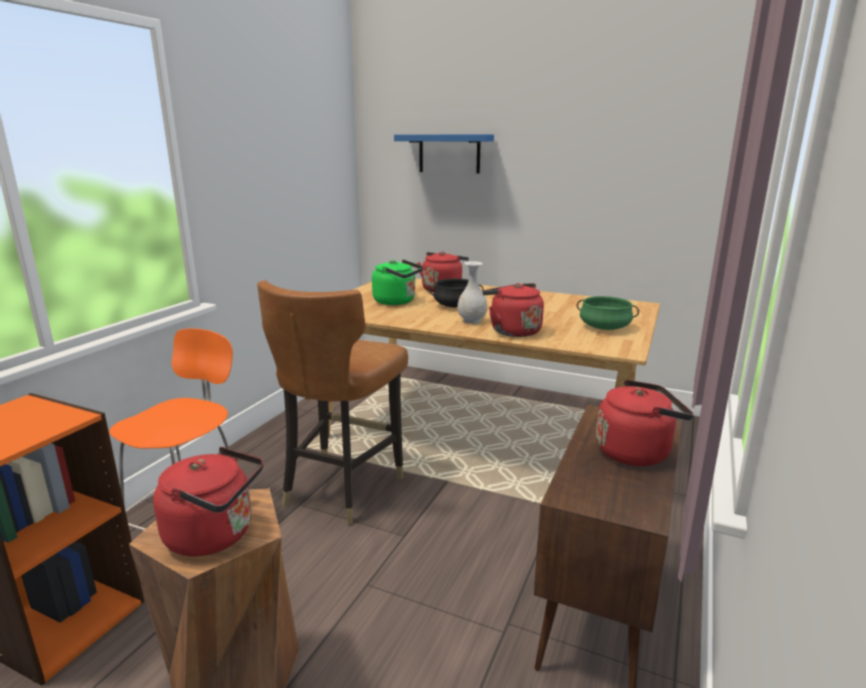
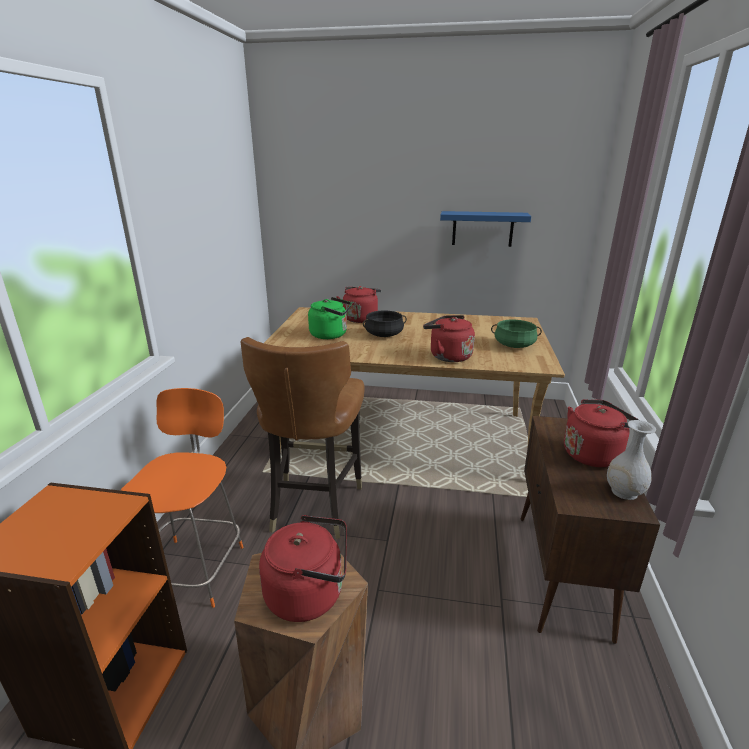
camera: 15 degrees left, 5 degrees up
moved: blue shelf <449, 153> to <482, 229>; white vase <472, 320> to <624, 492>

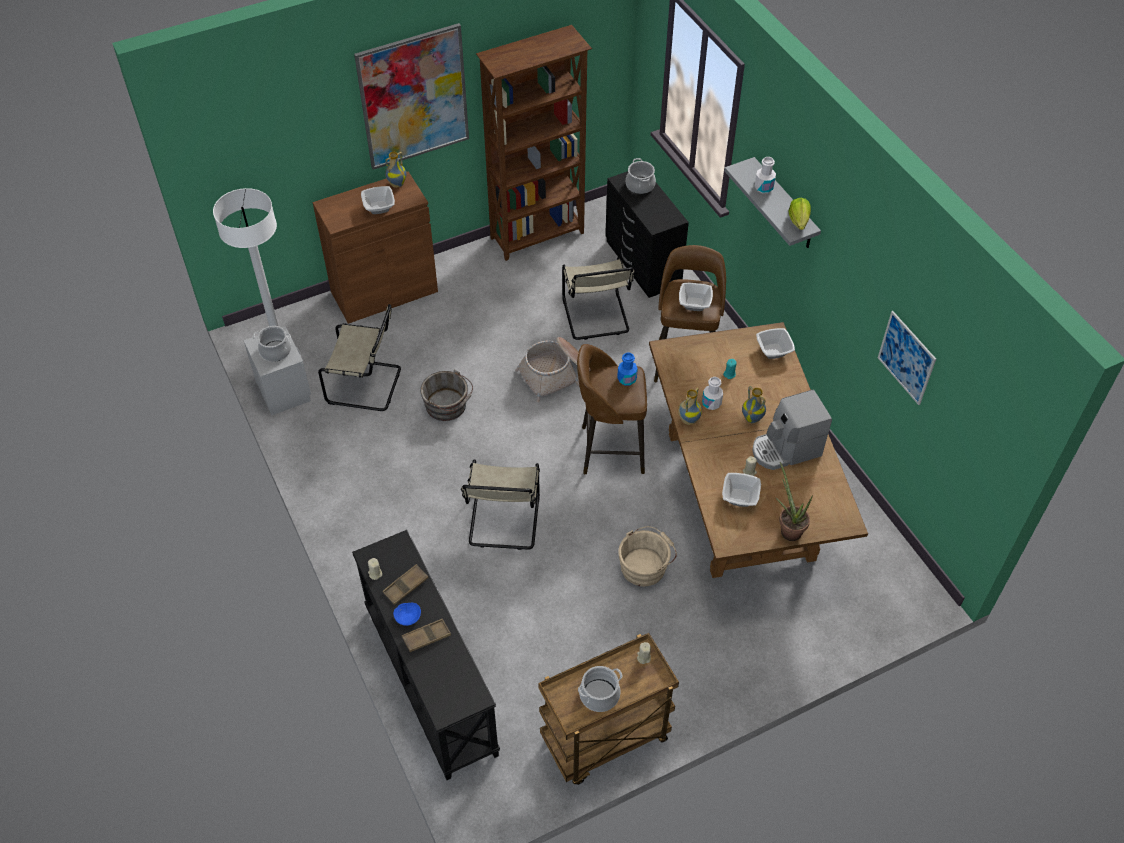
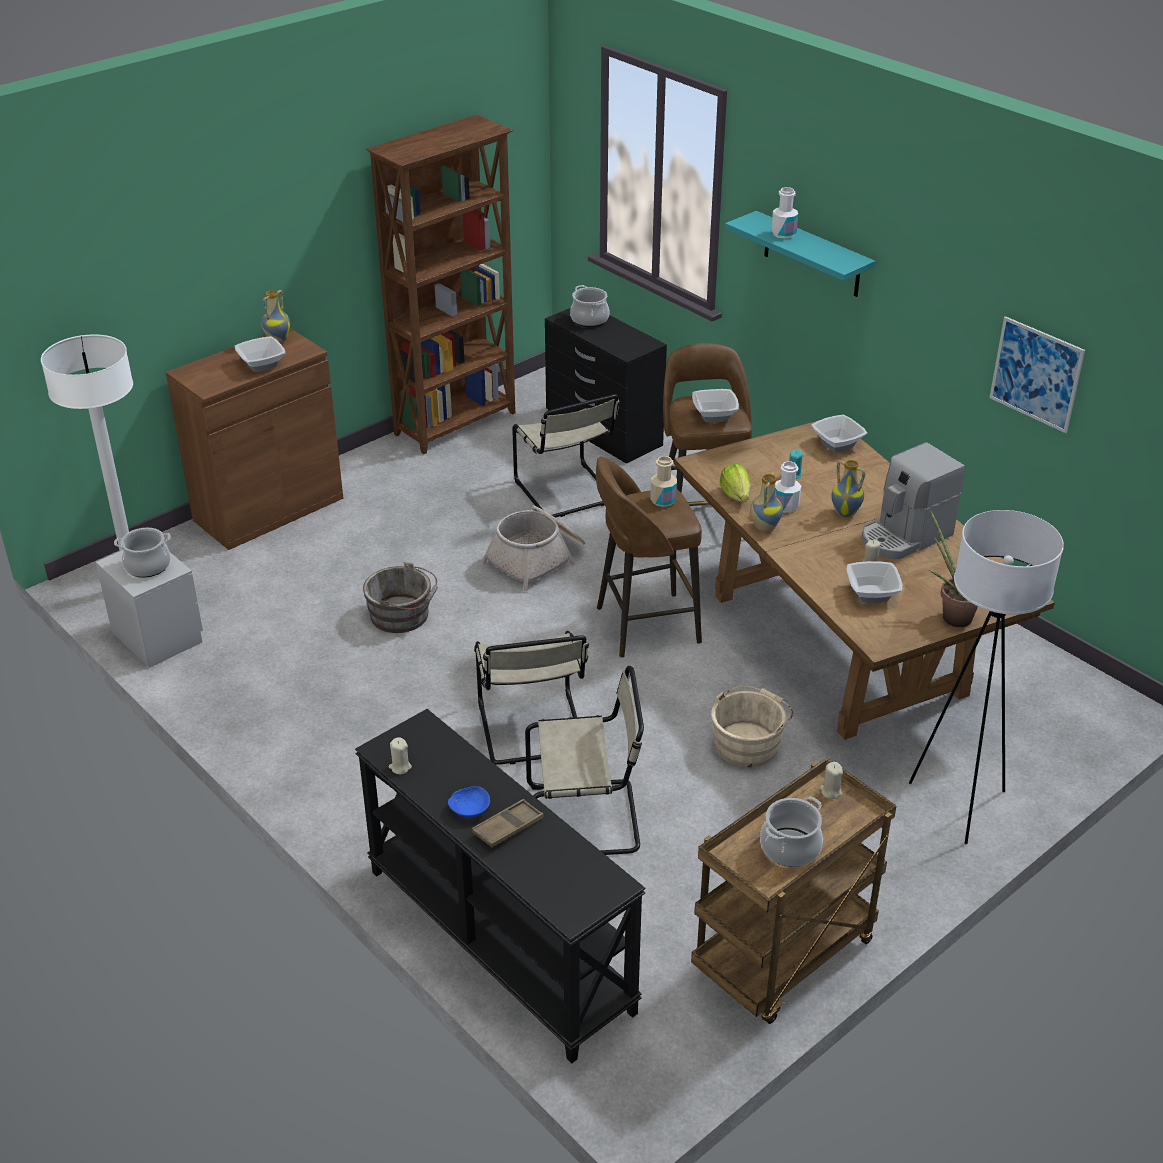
camera: 15 degrees left, 15 degrees down
removed: picture <414, 97>; brown tray <406, 586>
added: white floor lamp <958, 804>
moved: beige chair <367, 385> to <588, 819>; lettuce <798, 221> to <736, 495>
recoloured: blue bottle <627, 379> to beige bottle <663, 500>; grey shelf <784, 205> to turquoise shelf <812, 255>

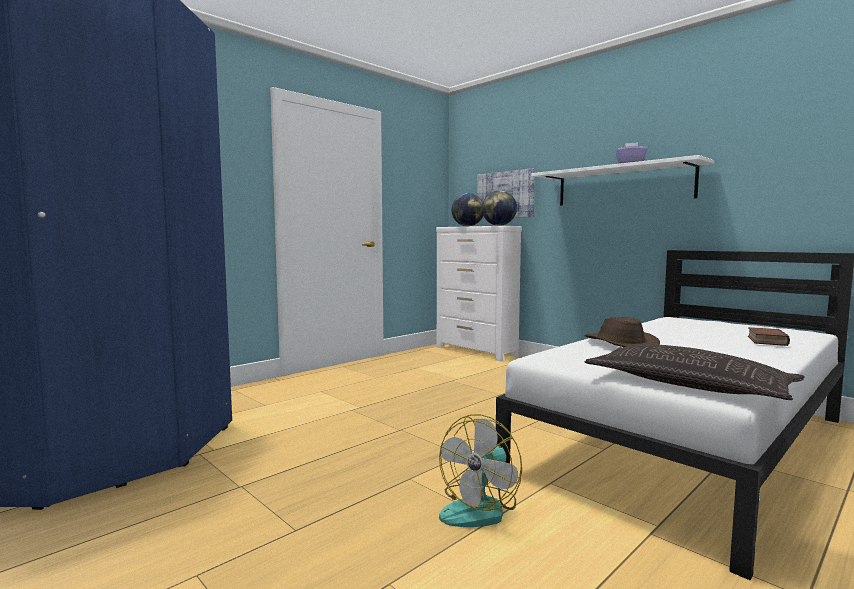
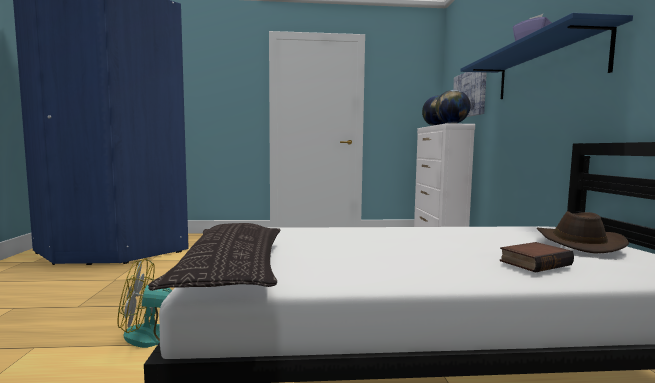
camera: 40 degrees right, 0 degrees up
moved: brown hat <619, 344> to <576, 243>
recoloured: white shelf <623, 185> to blue shelf <546, 69>

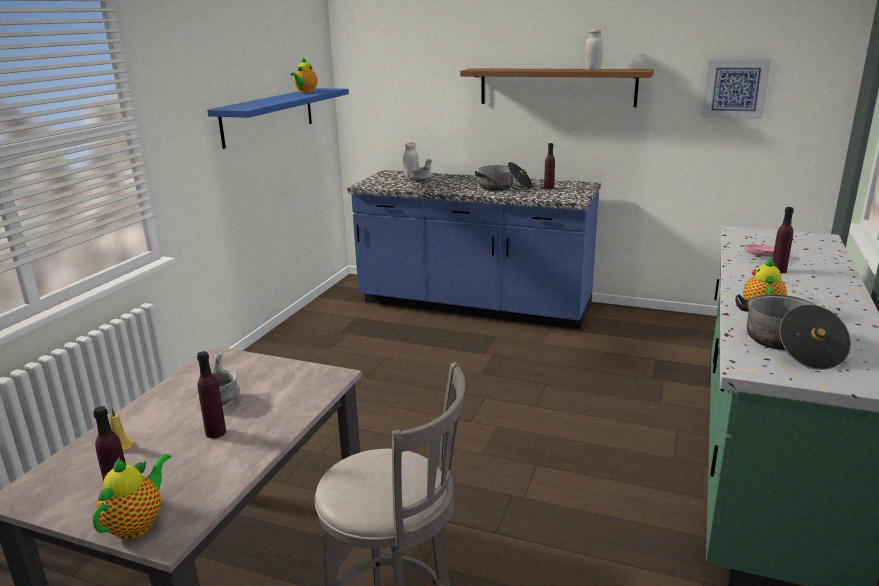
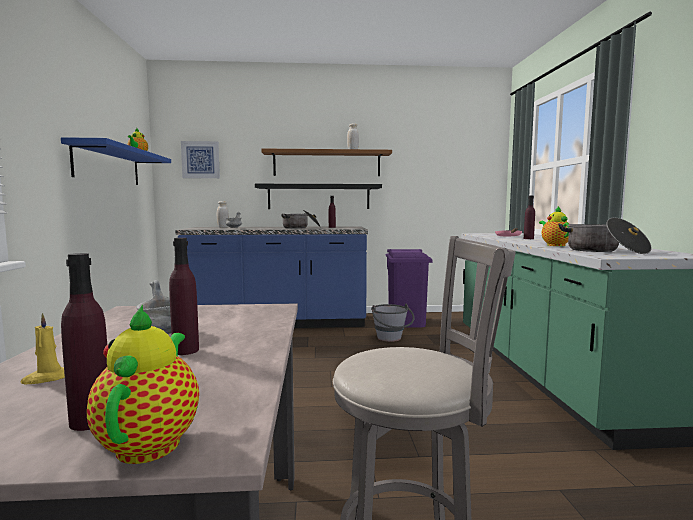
camera: 25 degrees left, 15 degrees down
added: black shelf <319, 197>; grey bucket <391, 339>; purple trash can <406, 322>
moved: picture <735, 88> to <200, 160>

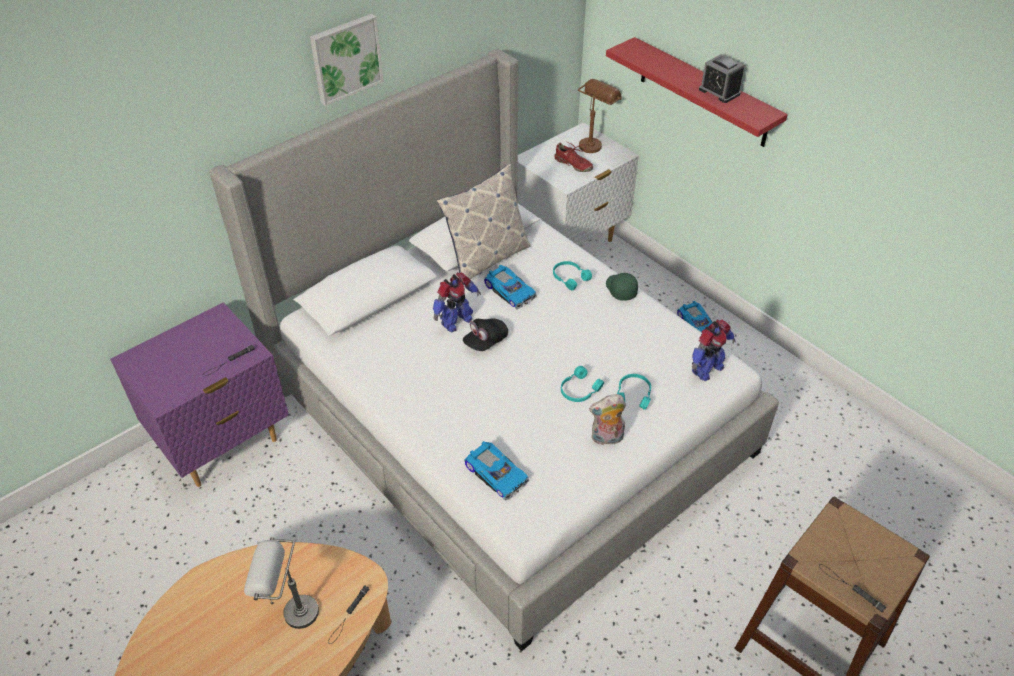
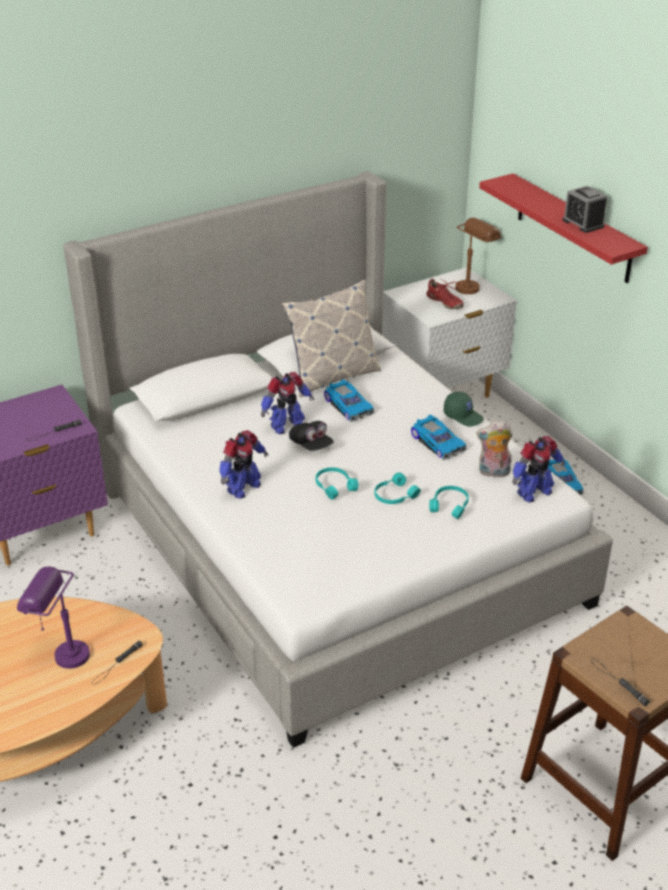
camera: 10 degrees right, 10 degrees down
removed: picture <345, 58>
added: toy robot <243, 488>
moved: toy car <497, 473> to <438, 442>; turquoise headphones <570, 278> to <334, 486>; plush toy <606, 439> to <493, 472>
recoloured: grey table lamp <289, 613> to purple table lamp <60, 654>
turned: black cap <485, 341> = <311, 445> 90 degrees counterclockwise; green cap <620, 289> = <463, 416> 135 degrees clockwise

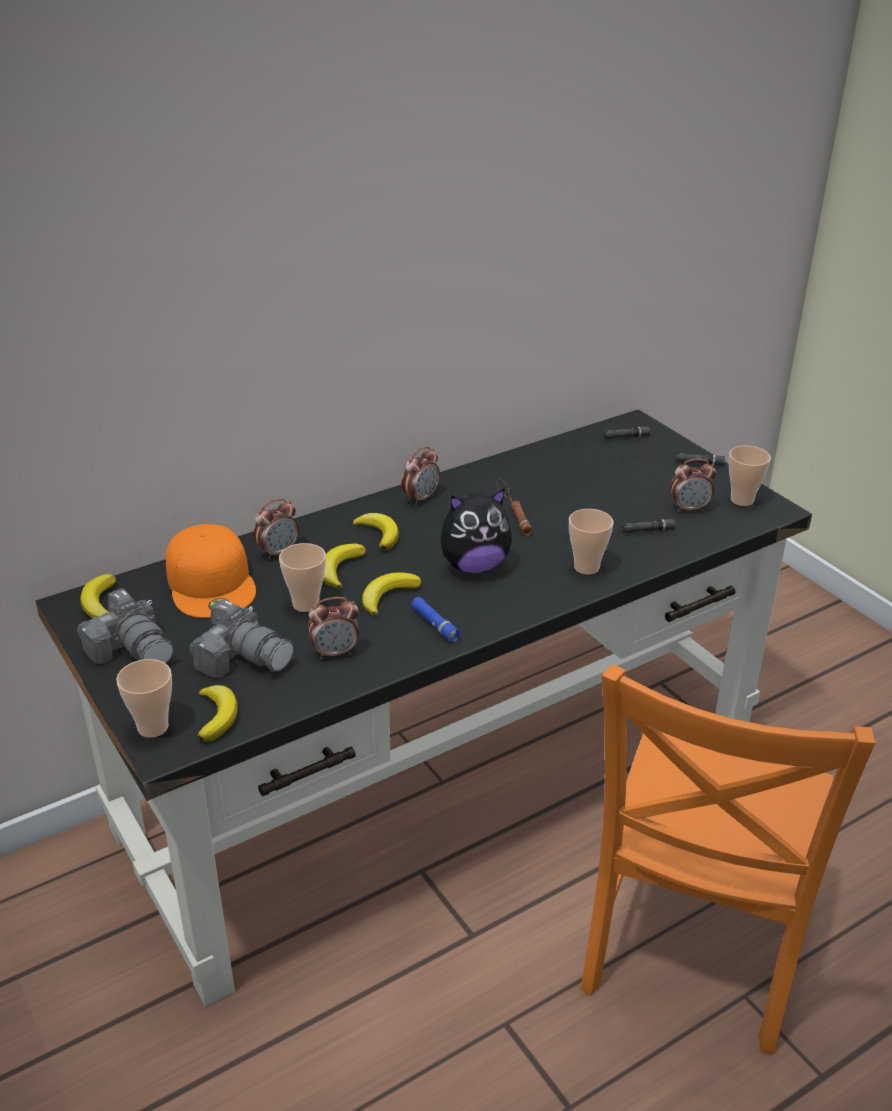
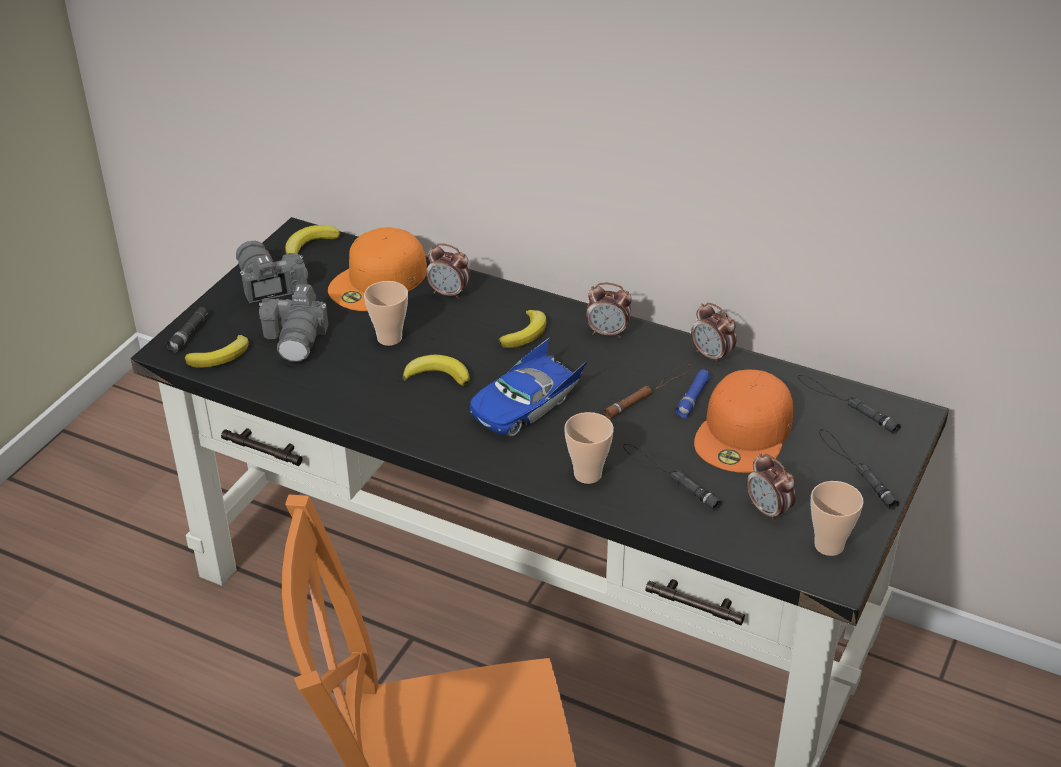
camera: 60 degrees right, 5 degrees up
removed: banana <340, 569>
added: orange cap <745, 432>
moved: alarm clock <335, 652> to <712, 356>; blue flashlight <435, 624> to <693, 398>
replaced: cup <153, 727> to black flashlight <189, 334>; plush toy <474, 565> to blue toy car <526, 405>
turned: photo camera <133, 649> = <268, 285> 135 degrees clockwise

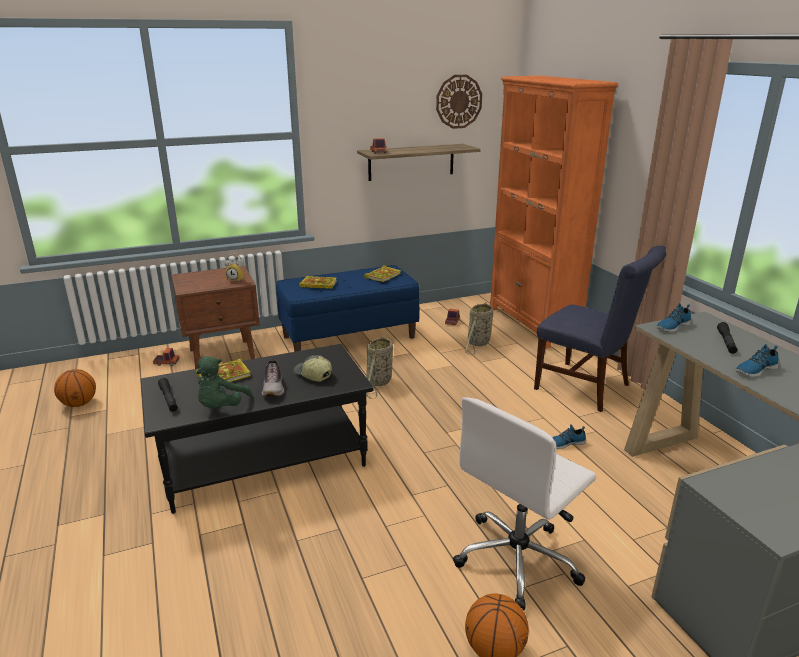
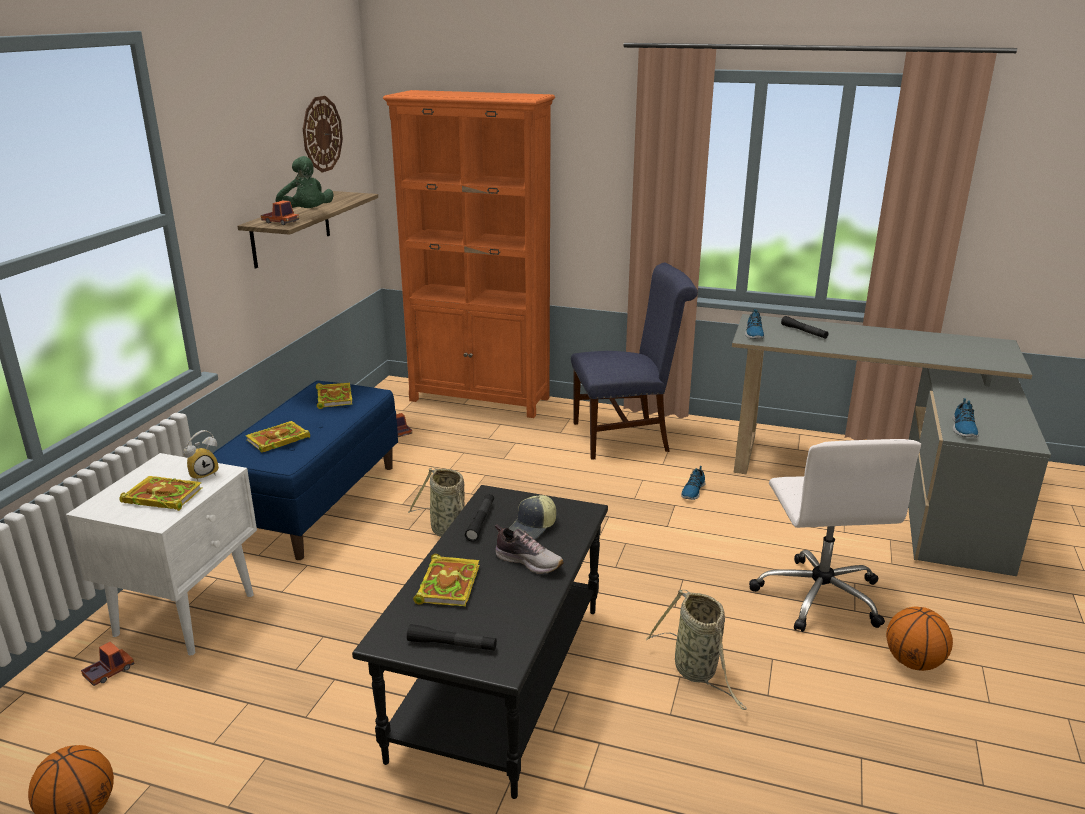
camera: 50 degrees left, 0 degrees up
added: book <161, 497>; black flashlight <481, 521>
moved: green plush toy <221, 407> to <307, 214>; basket <478, 343> to <697, 672>; shoe <755, 369> to <963, 428>
recoloured: brown nightstand <223, 356> to white nightstand <187, 613>
turned: cap <312, 375> = <533, 527> 45 degrees counterclockwise

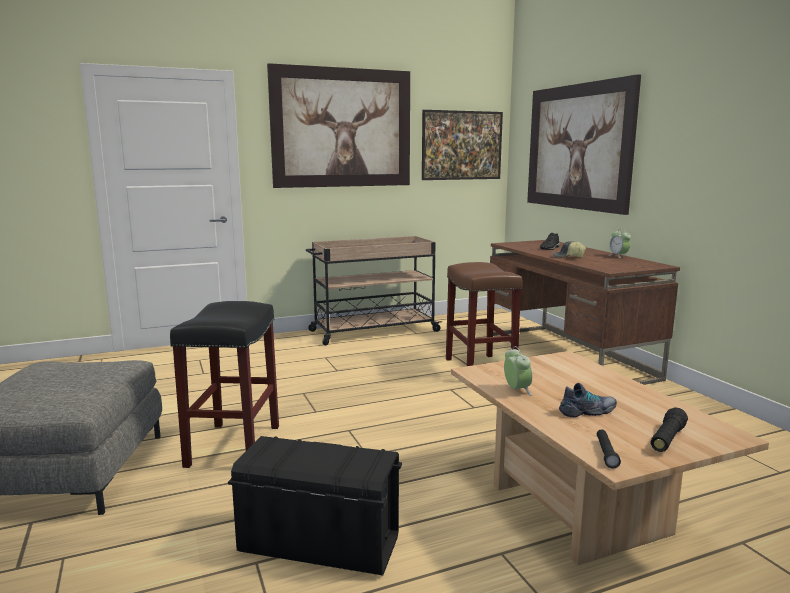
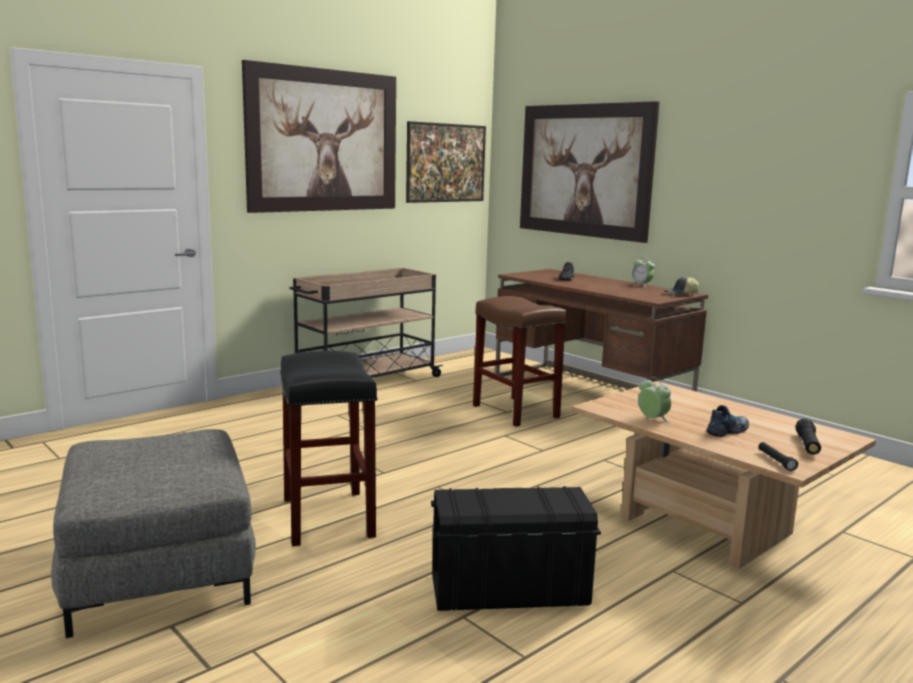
camera: 20 degrees left, 0 degrees up
moved: cap <567, 257> to <681, 294>

